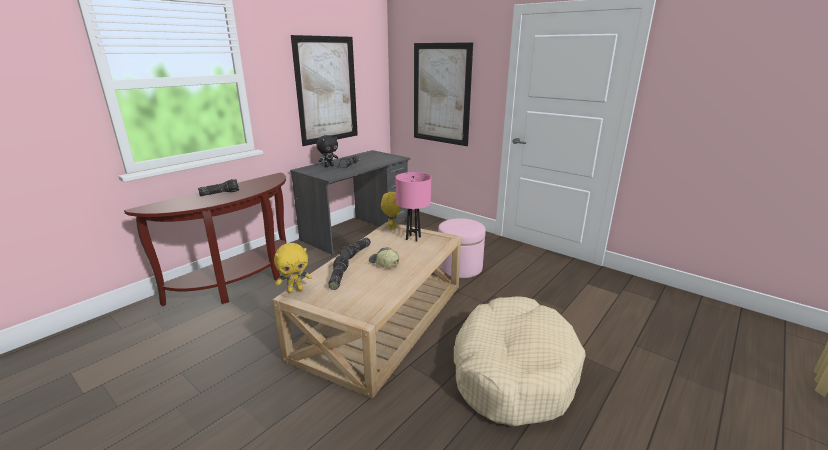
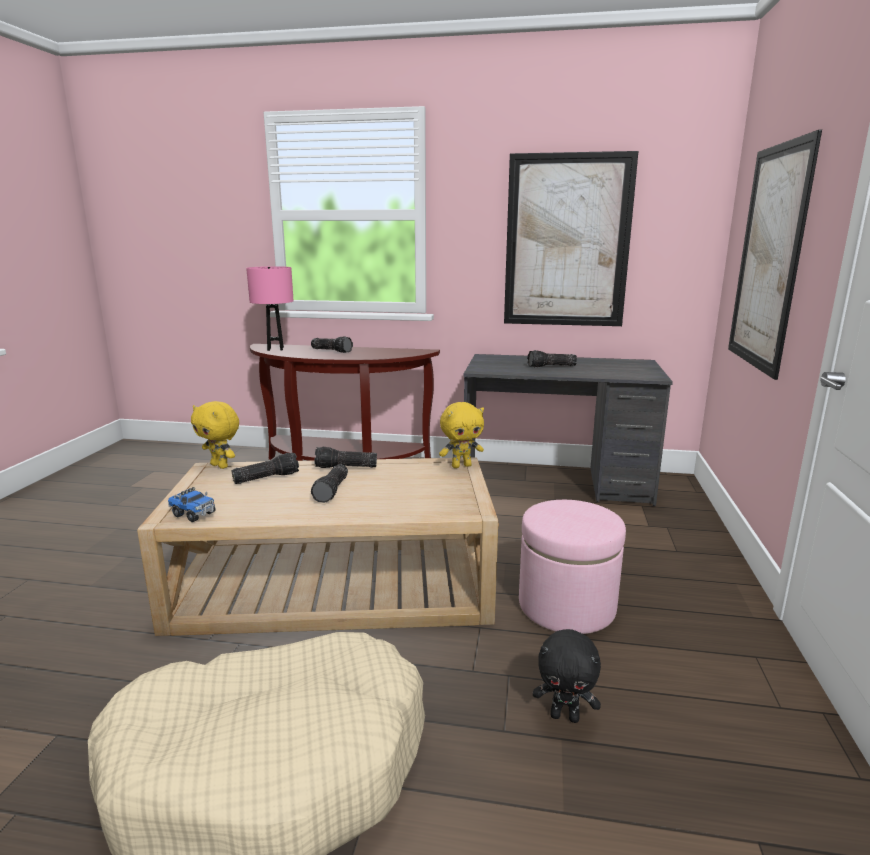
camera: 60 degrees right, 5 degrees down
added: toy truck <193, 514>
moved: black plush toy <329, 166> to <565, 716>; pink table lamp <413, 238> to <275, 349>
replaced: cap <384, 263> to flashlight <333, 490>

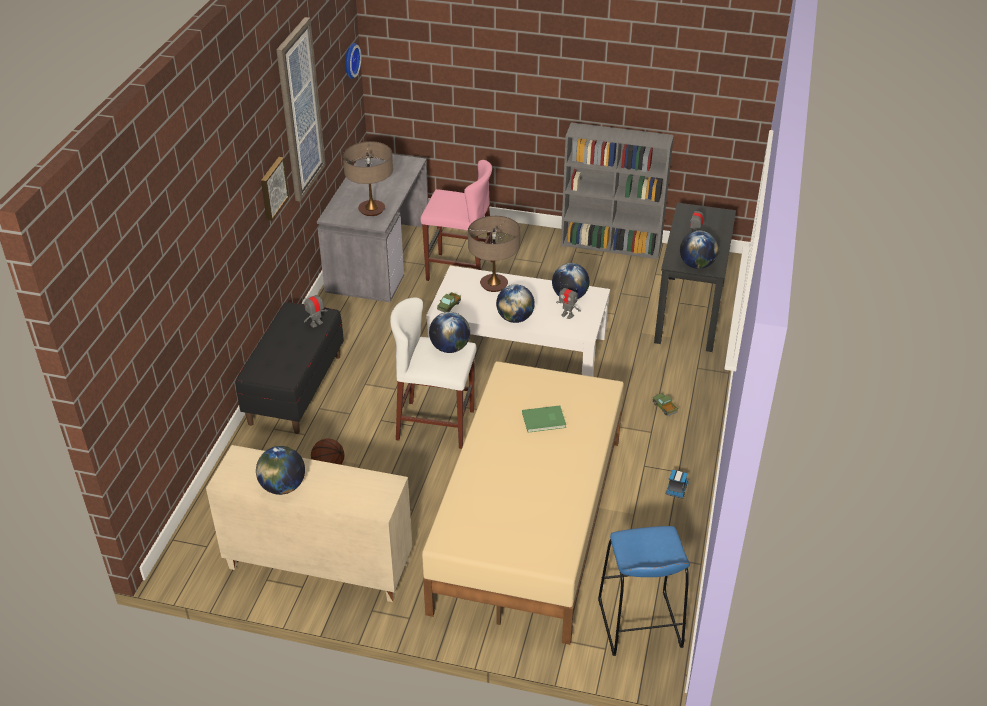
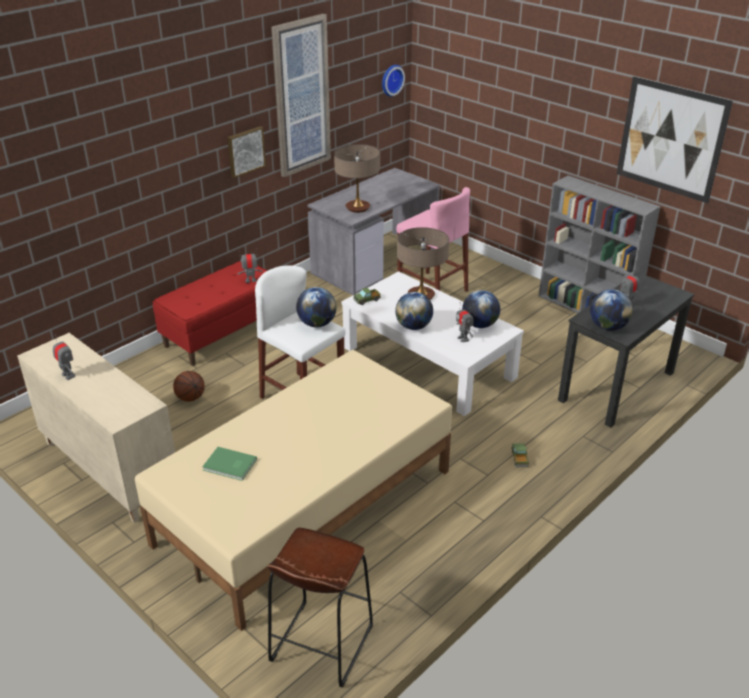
camera: 30 degrees right, 5 degrees down
removed: toy truck <676, 489>
added: picture <671, 139>
moved: green book <544, 421> to <230, 466>
replaced: globe <282, 487> to toy robot <68, 375>
recoloured: black bench <295, 389> to red bench <222, 333>; blue stool <639, 624> to brown stool <321, 643>

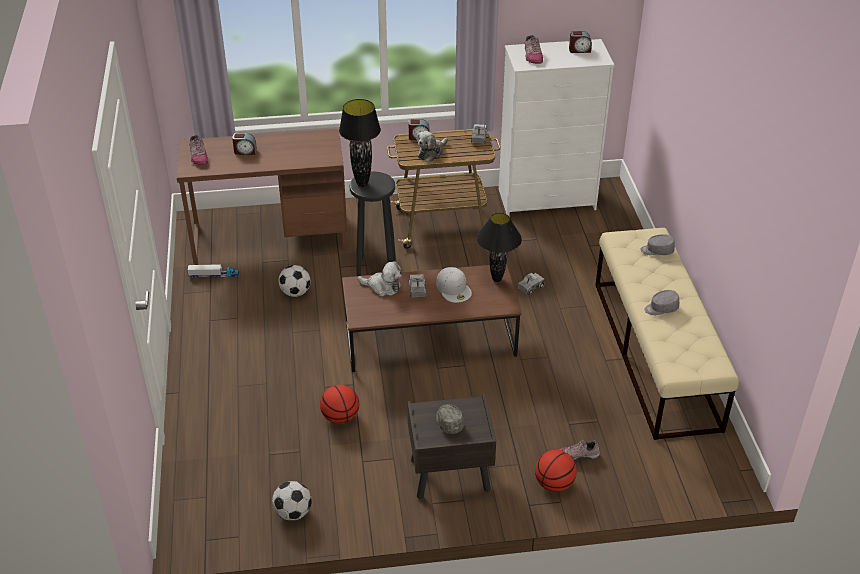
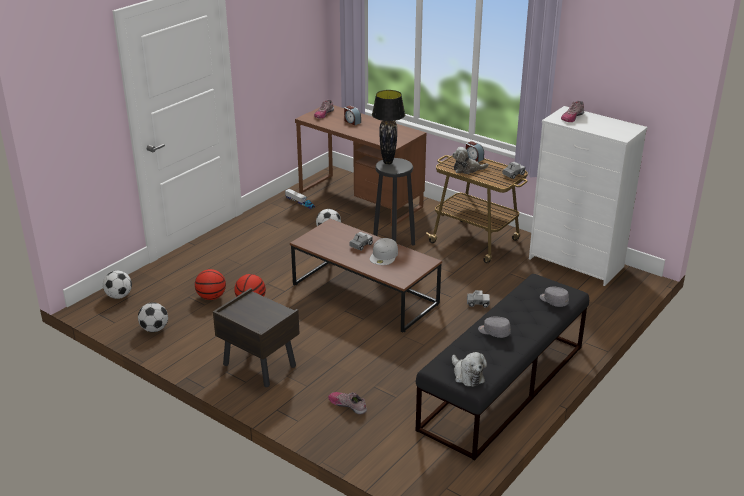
camera: 45 degrees right, 10 degrees down
removed: grey cap <448, 422>; black table lamp <497, 279>; alarm clock <579, 50>
added: football <119, 296>
moved: plush toy <383, 287> to <467, 375>; basketball <554, 484> to <211, 297>
recoloured: beige bench <655, 354> to black bench <503, 387>

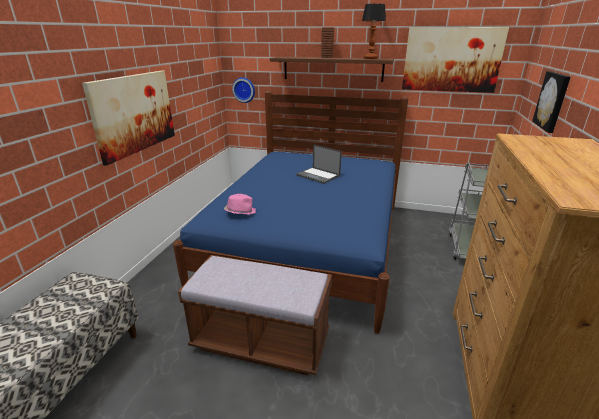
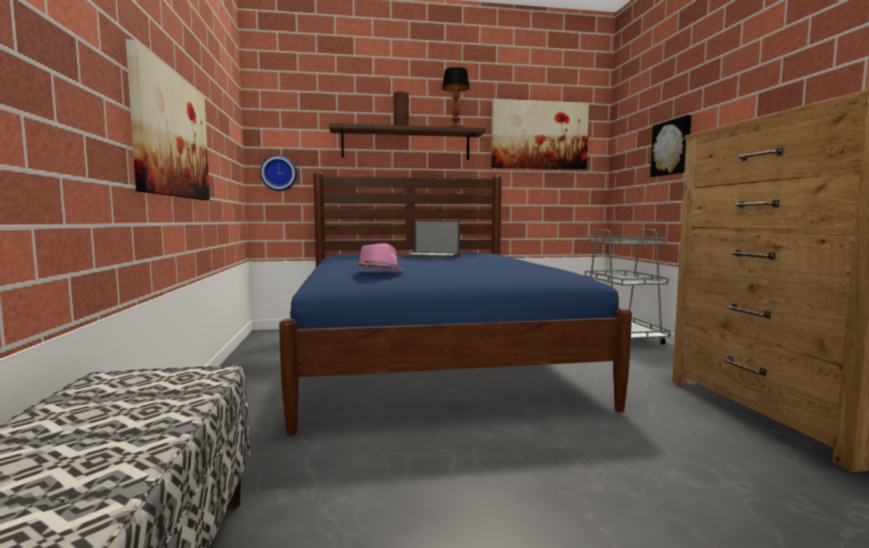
camera: 25 degrees left, 20 degrees down
removed: brown bench <261, 342>

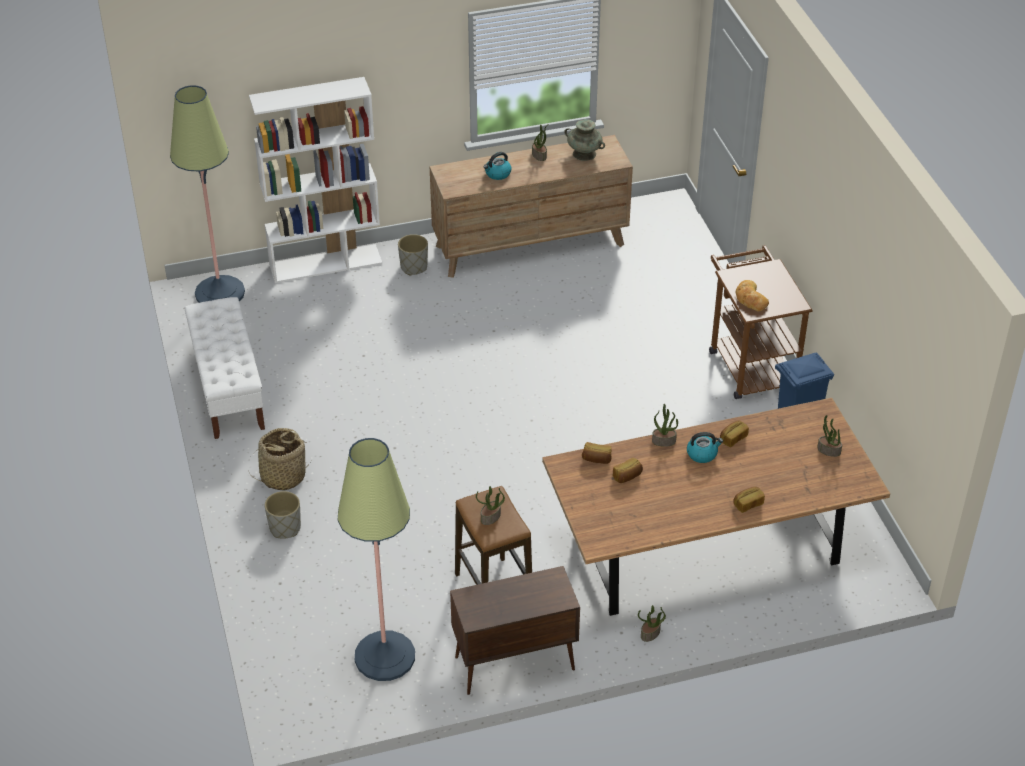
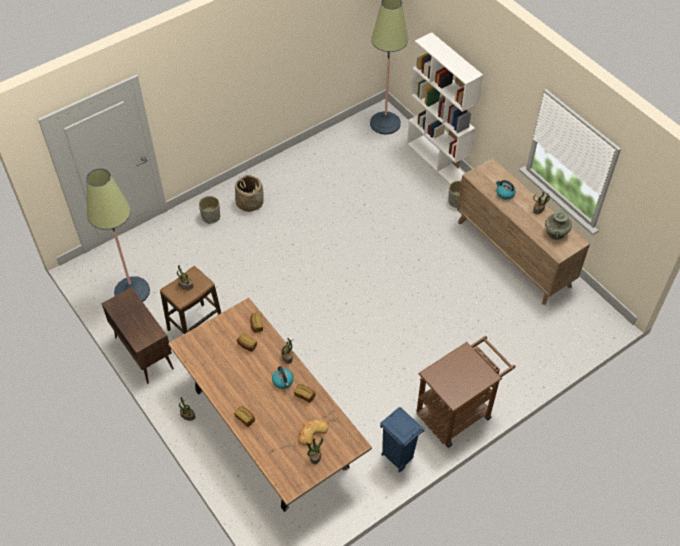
camera: 70 degrees right, 10 degrees up
removed: white bench <228, 388>
moved: bread <750, 299> to <311, 432>

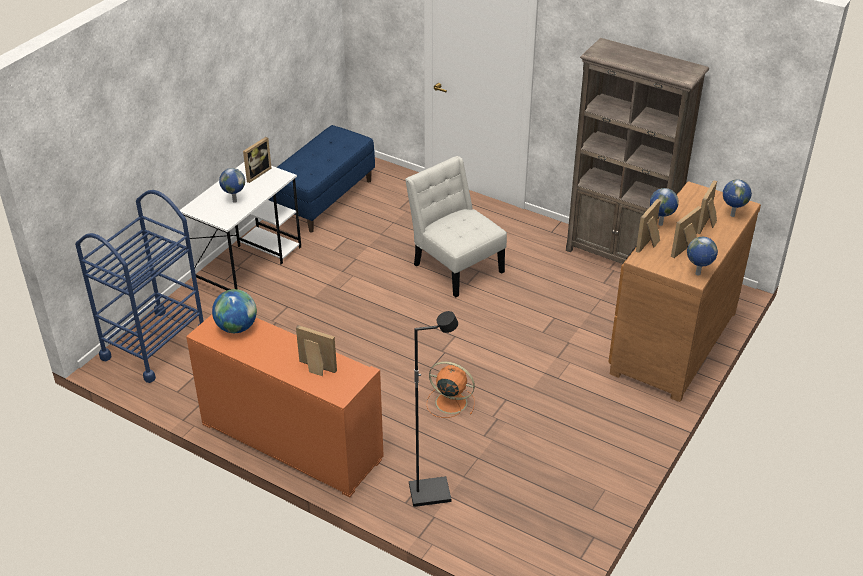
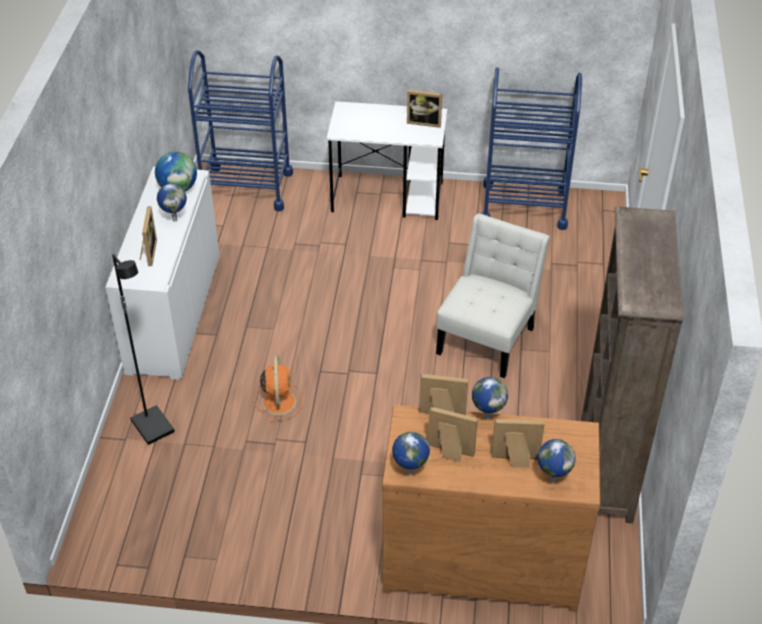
camera: 65 degrees right, 5 degrees up
moved: globe <234, 201> to <175, 219>
replaced: blue bench <324, 198> to blue cart <524, 206>
recoloured: orange cabinet <291, 441> to white cabinet <174, 313>

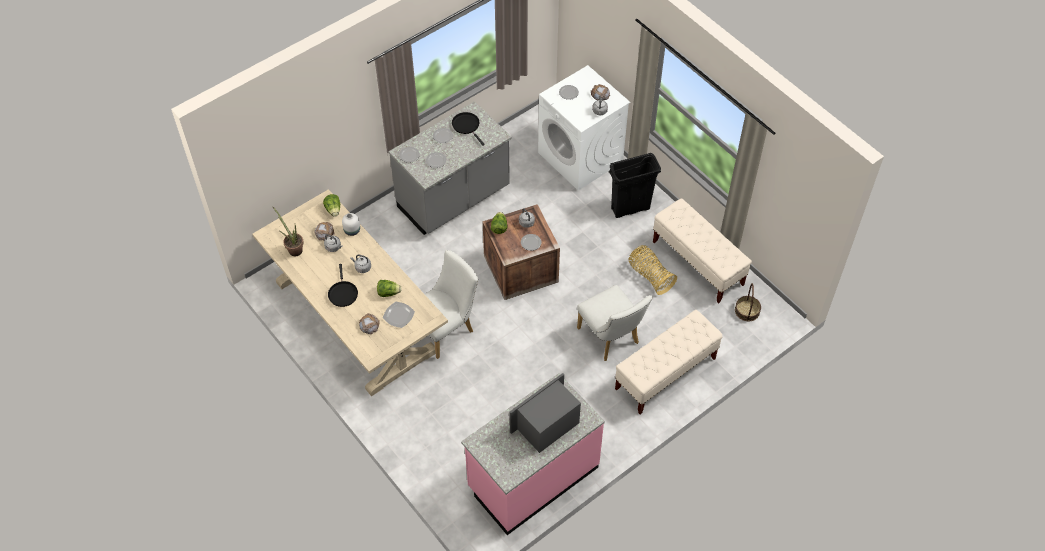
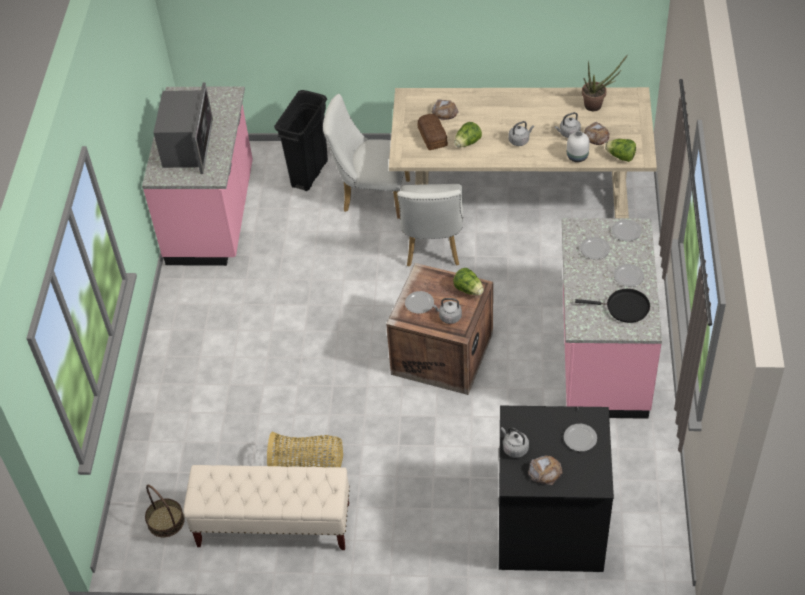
camera: 135 degrees right, 5 degrees down
removed: black frying pan <342, 293>; beige bench <665, 374>
moved: white chair <611, 339> to <371, 196>; black trash can <630, 208> to <309, 173>
replaced: plate <398, 315> to bread <433, 136>
recoloured: grey counter <454, 199> to pink counter <601, 357>; white washing machine <581, 157> to black washing machine <549, 528>

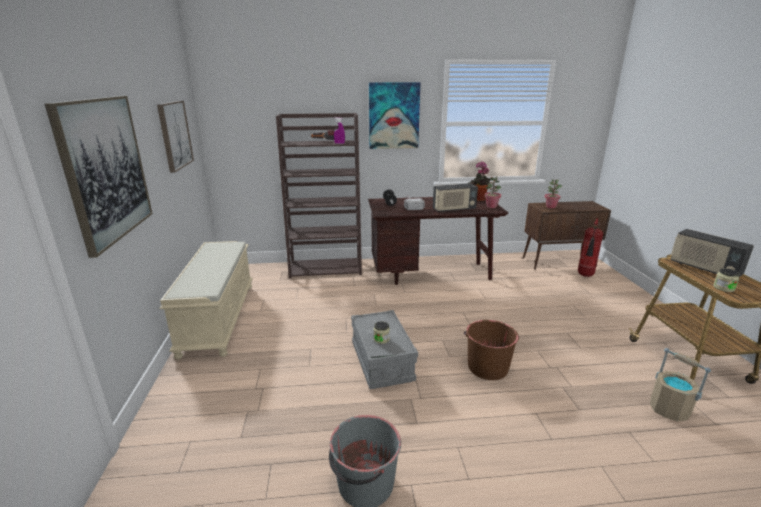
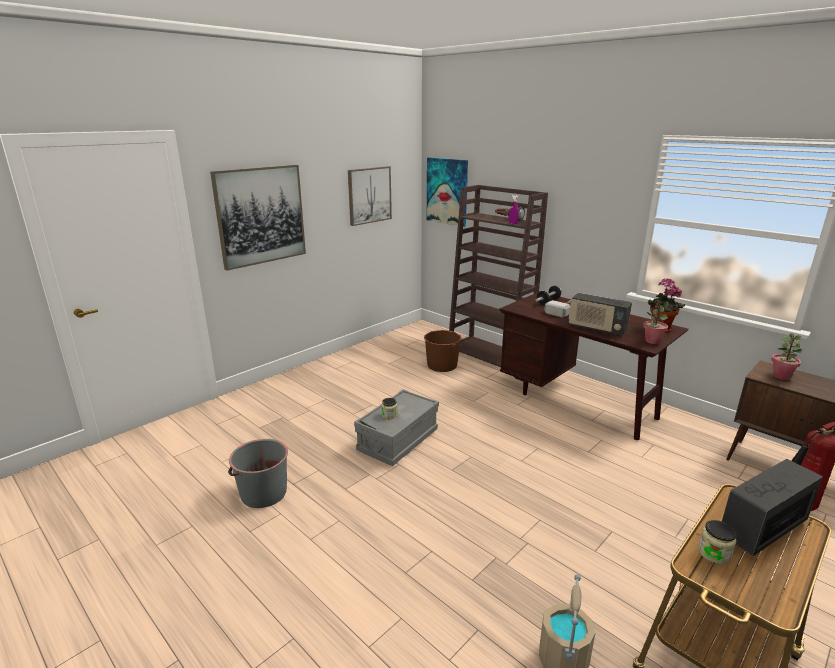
camera: 50 degrees right, 0 degrees up
removed: beige bench <218, 317>
moved: picture <394, 116> to <447, 191>; brown bucket <487, 367> to <442, 365>
turned: radio <704, 269> = <761, 528> 45 degrees clockwise

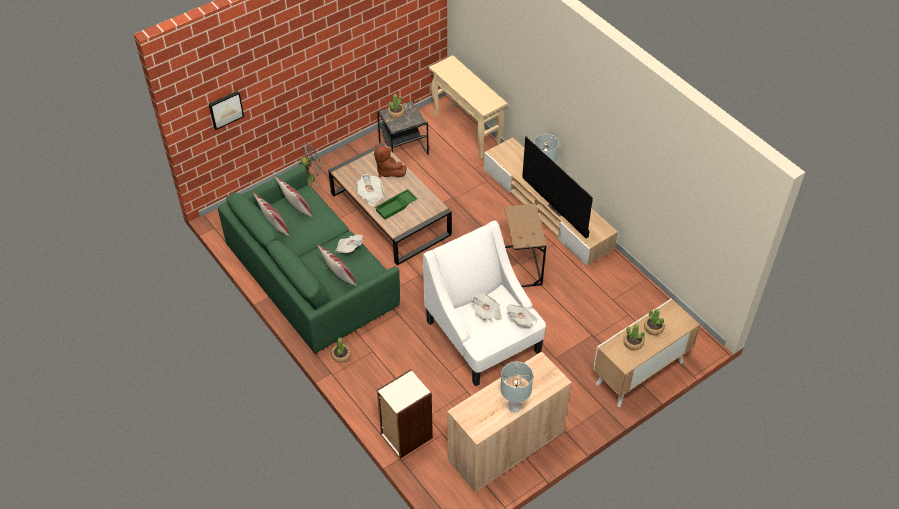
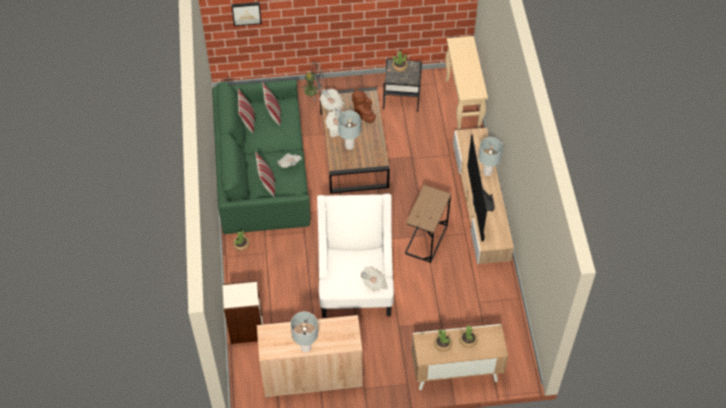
camera: 30 degrees right, 5 degrees up
moved: newspaper <487, 312> to <332, 105>
replaced: green tray <396, 207> to grey table lamp <349, 146>

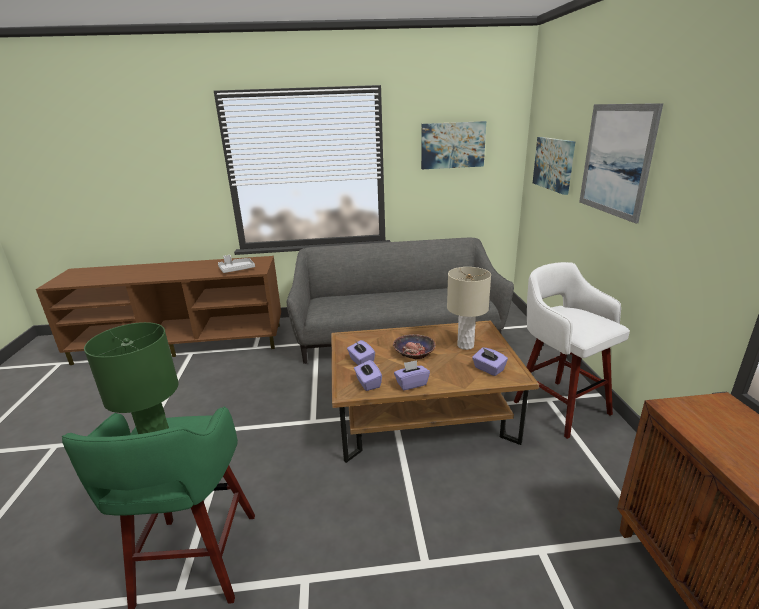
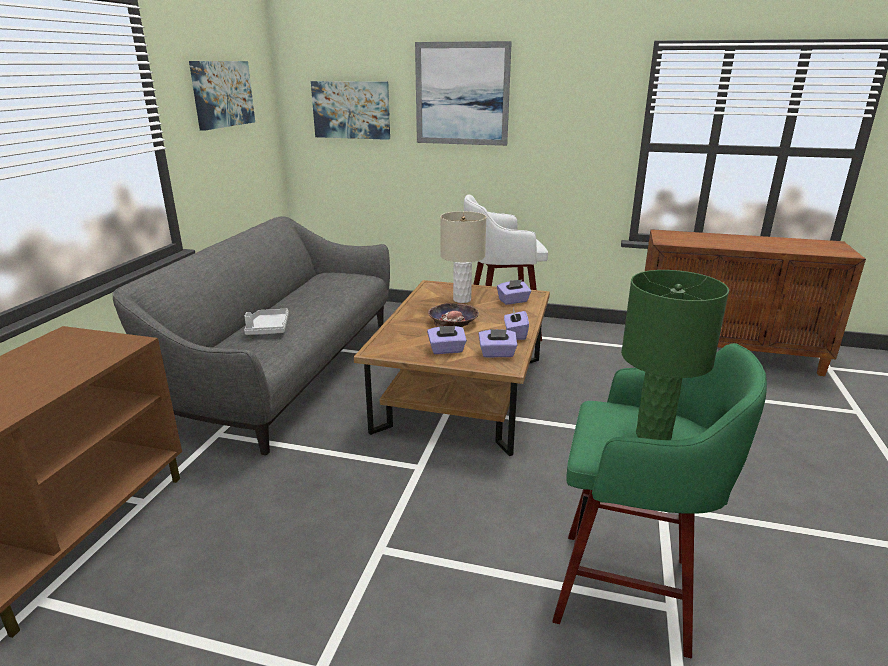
camera: 70 degrees left, 0 degrees up
moved: grey tray <236, 269> to <268, 329>

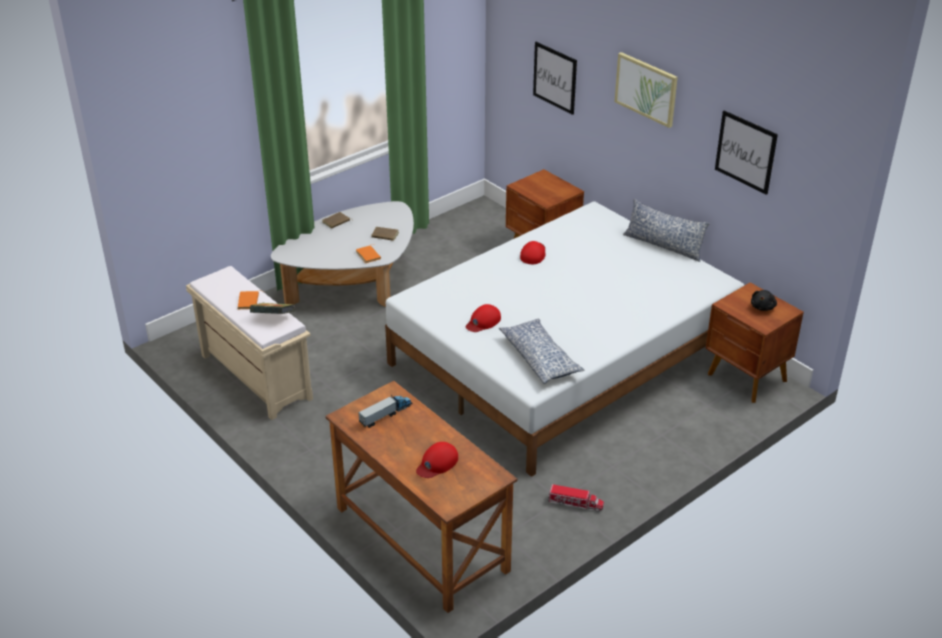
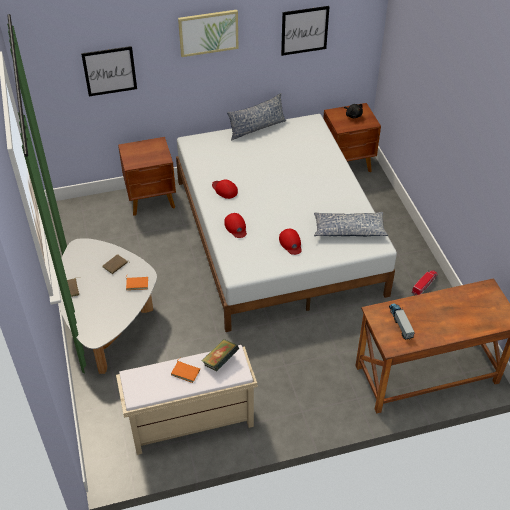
camera: 65 degrees left, 10 degrees up
moved: red cap <437, 463> to <236, 227>

